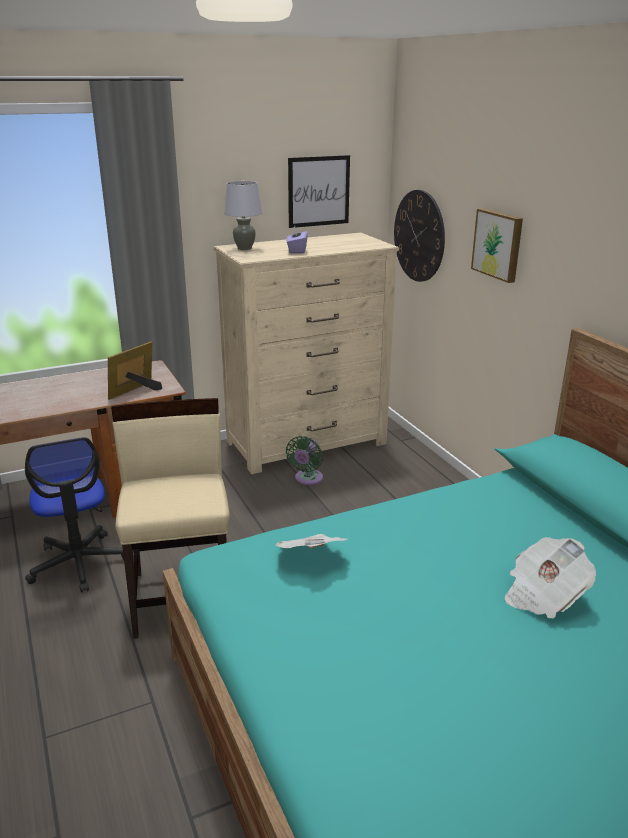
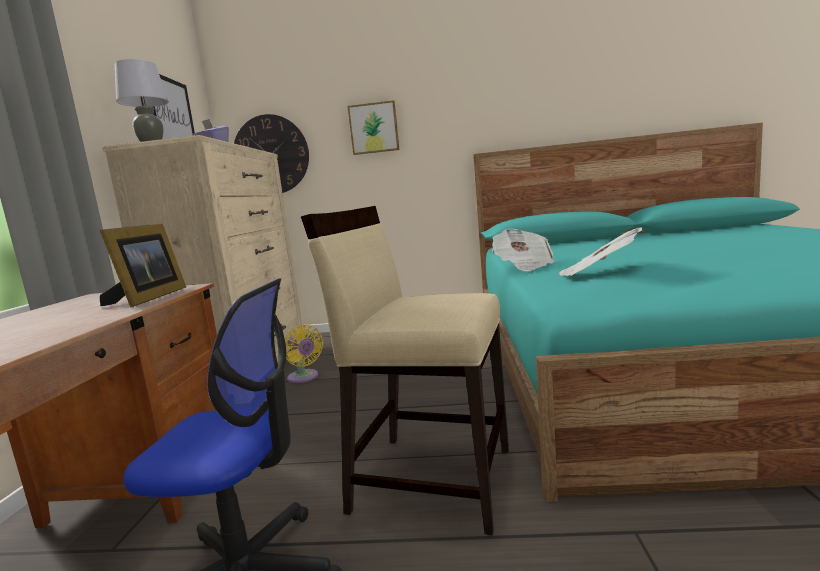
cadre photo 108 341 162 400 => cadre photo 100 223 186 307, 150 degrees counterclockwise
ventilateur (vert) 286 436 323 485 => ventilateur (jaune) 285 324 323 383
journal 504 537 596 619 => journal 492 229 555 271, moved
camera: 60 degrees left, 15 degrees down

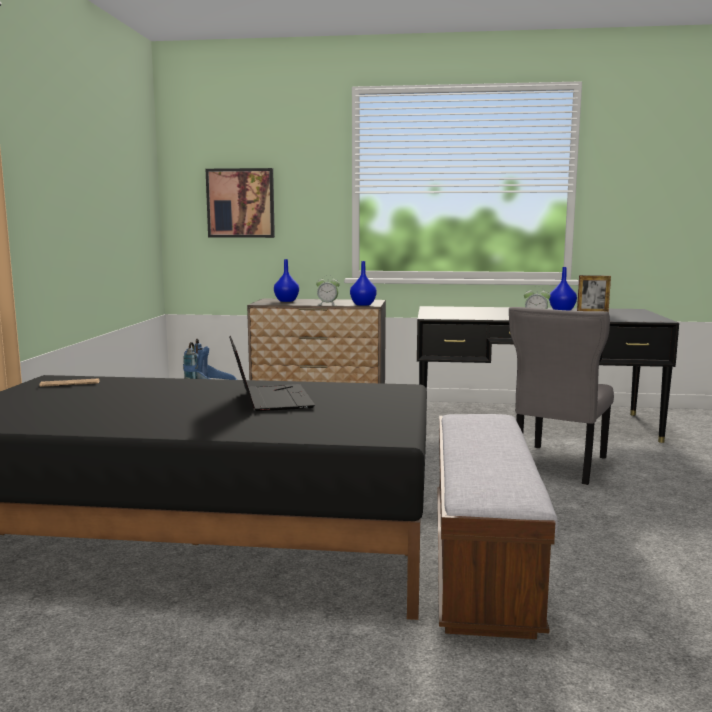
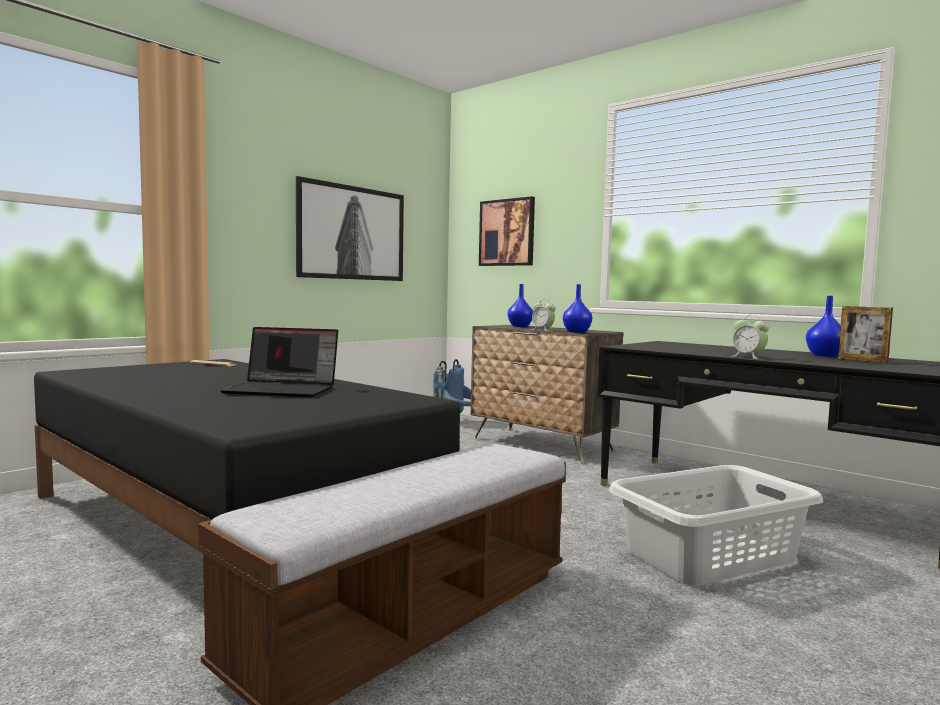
ordinateur portable 229 336 315 411 => ordinateur portable 220 327 338 397, 75 degrees clockwise
nothing => tableau 296 176 404 281
chaise (gris) 509 307 614 485 => panier à linge (gris) 609 465 823 586
camera: 35 degrees right, 5 degrees down

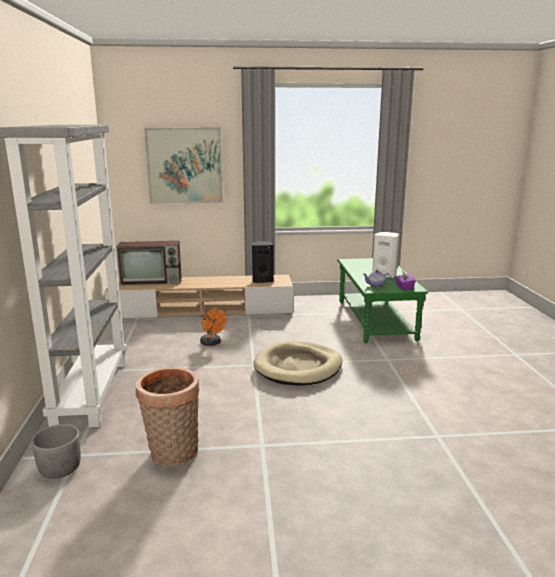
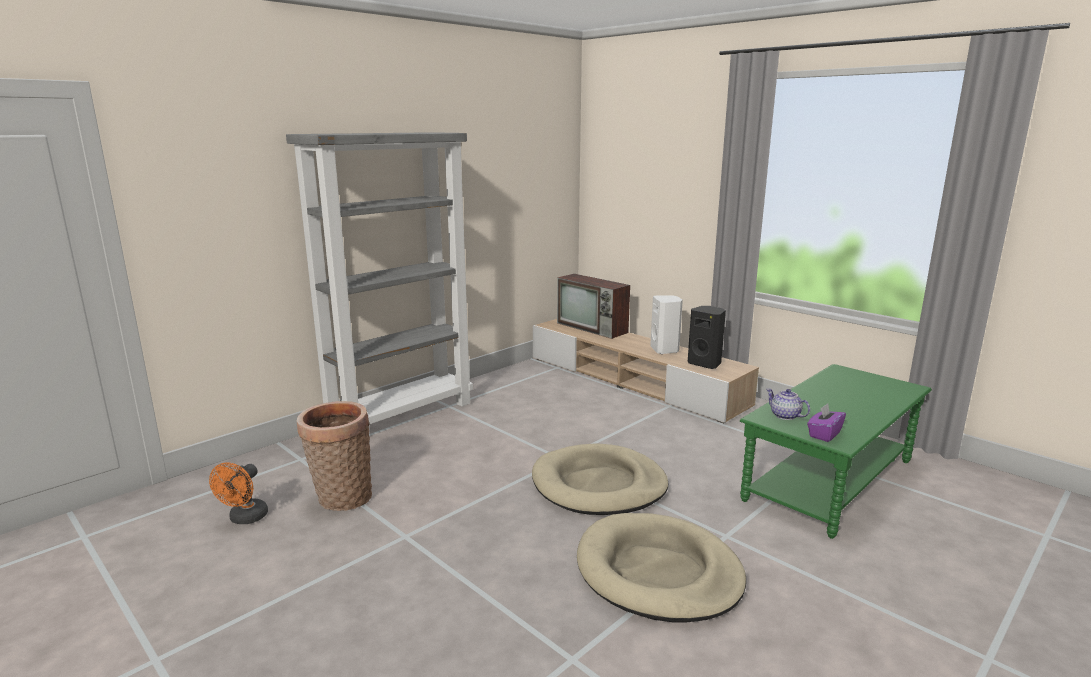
ventilateur (orange) 200 308 227 346 => ventilateur (orange) 209 462 268 524, moved
nothing => panier pour chien (beige) 577 513 746 623
enceinte (blanc) 372 232 399 278 => enceinte (blanc) 650 295 683 354, moved
cache-pot (gris) 31 424 81 479 => nothing
tableau 144 128 223 204 => nothing
camera: 50 degrees right, 0 degrees up

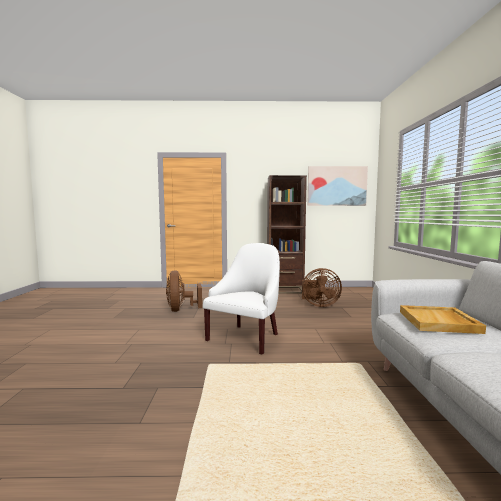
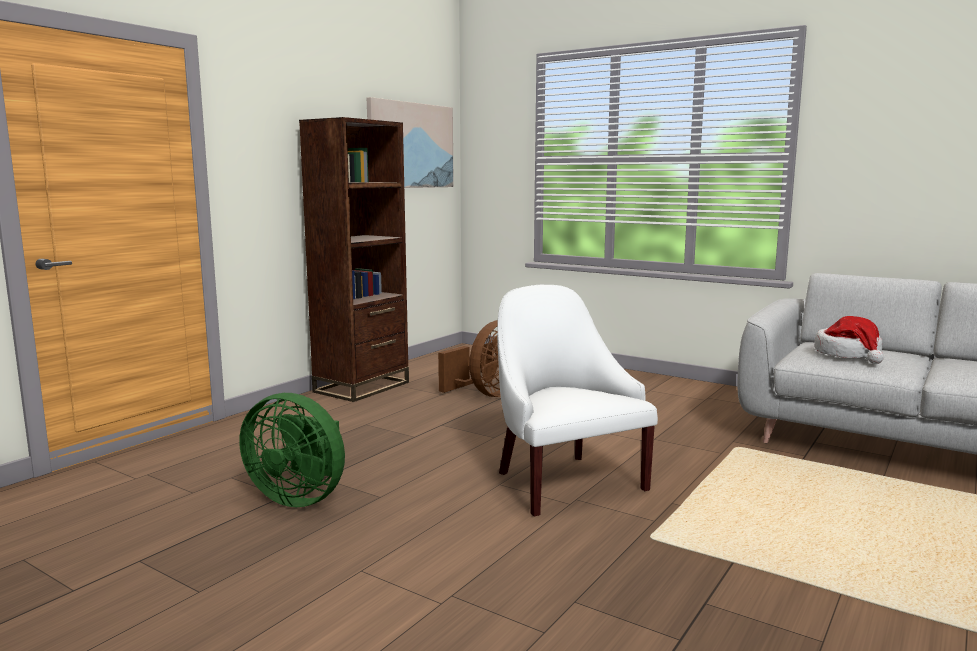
ventilateur (marron) 166 270 202 312 => ventilateur (vert) 239 393 345 507
plateau (beige) 400 305 486 334 => chapeau 814 316 884 364
camera: 55 degrees left, 5 degrees up

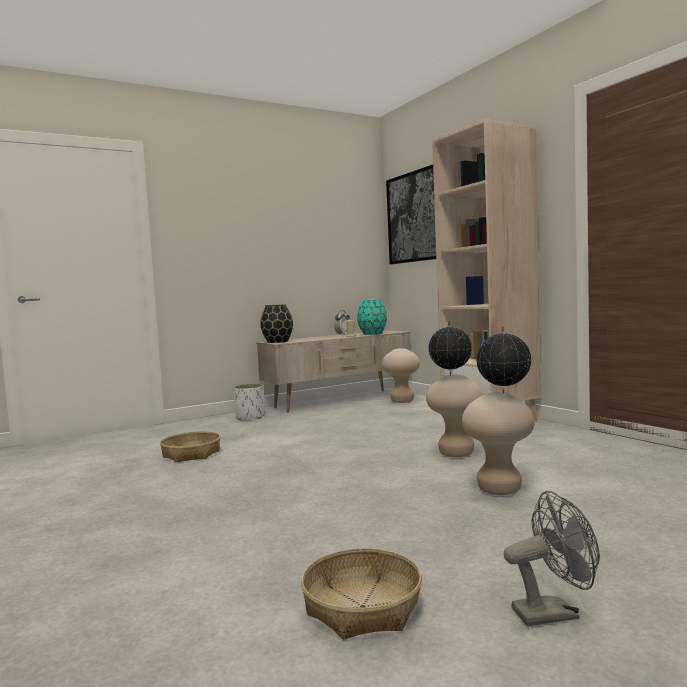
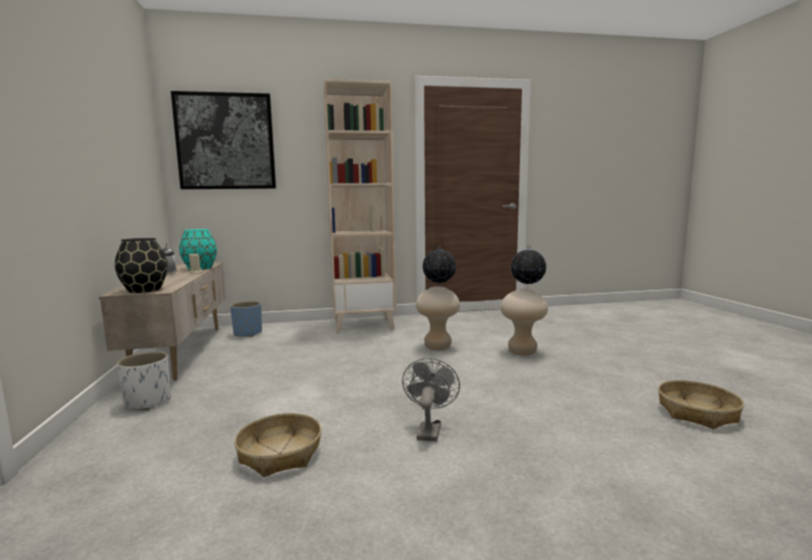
tabouret (beige) 382 348 420 403 => cache-pot (bleu) 230 301 262 337
ventilateur (gris) 504 491 600 626 => ventilateur (gris) 402 358 460 442, moved
camera: 70 degrees left, 5 degrees up

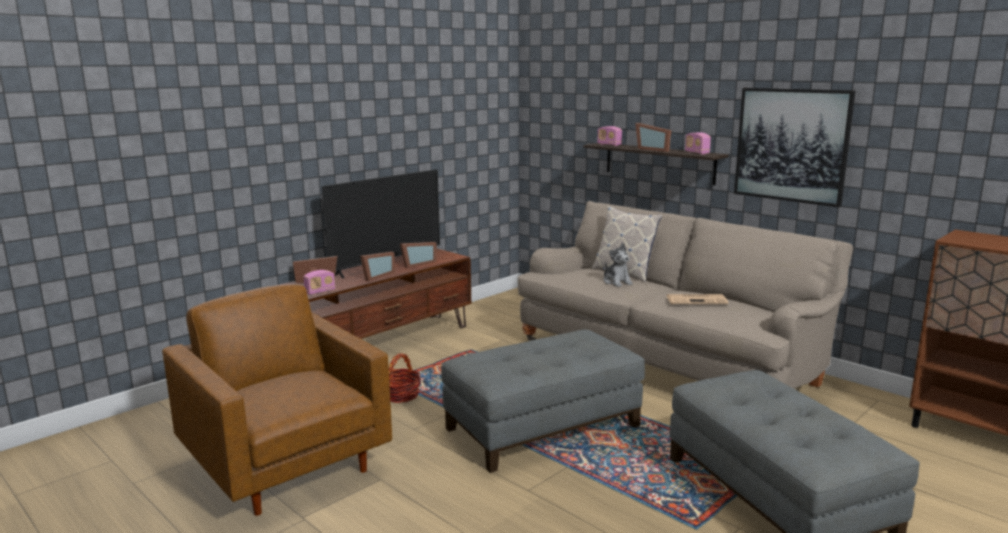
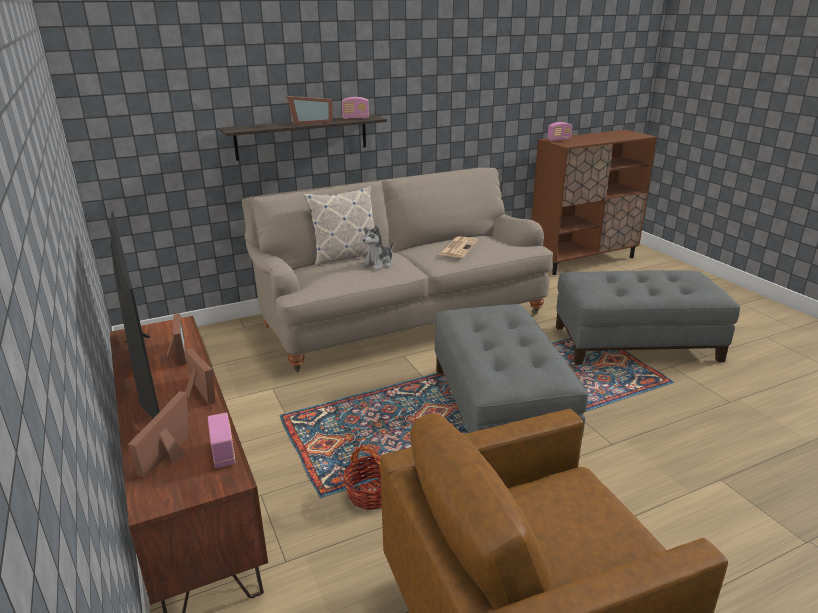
peluche 603 243 633 287 => peluche 362 225 393 270, 135 degrees clockwise
radio 597 126 622 146 => radio 547 122 572 141, moved
tableau 734 88 856 208 => nothing
camera: 70 degrees left, 10 degrees up

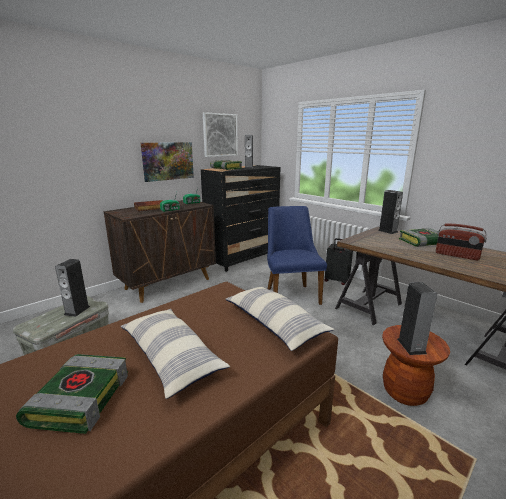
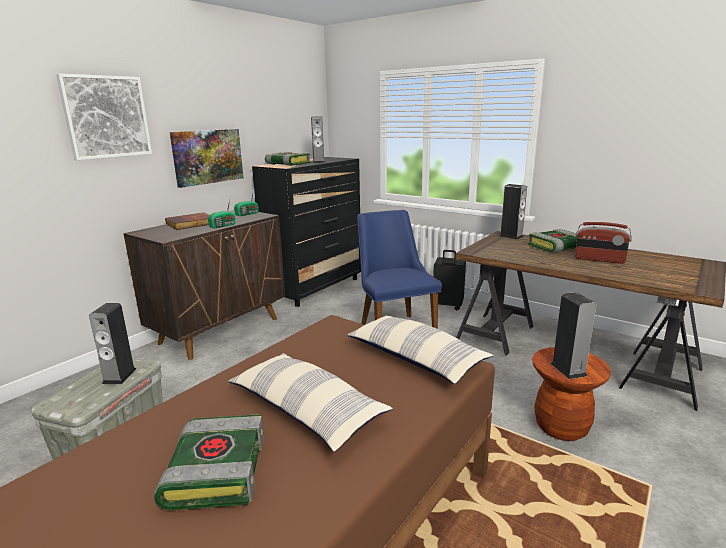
tableau 203 112 238 157 => tableau 56 73 152 160, moved
camera: 10 degrees left, 0 degrees up

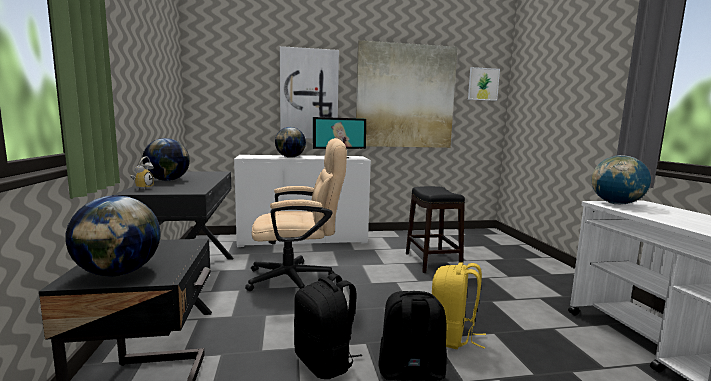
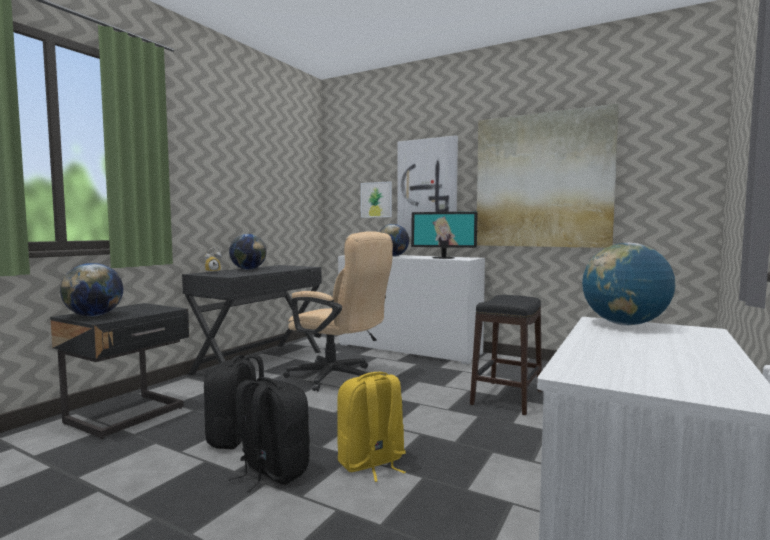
tableau 468 67 500 101 => tableau 361 181 392 218, moved
camera: 40 degrees right, 5 degrees down

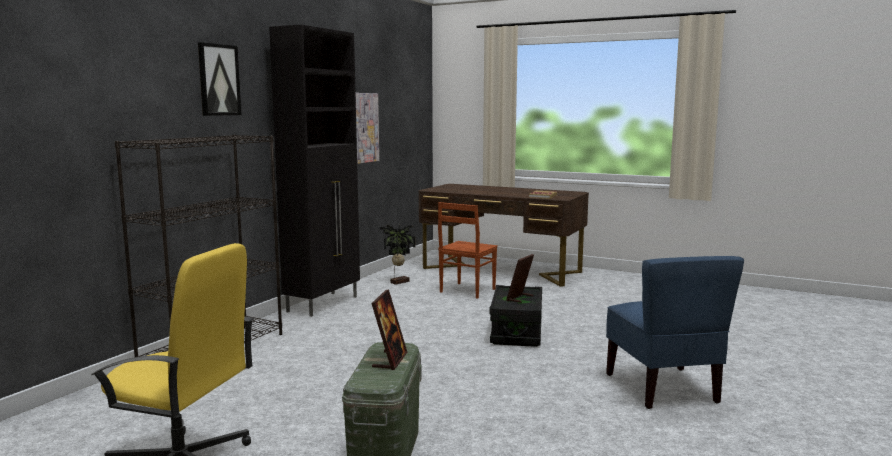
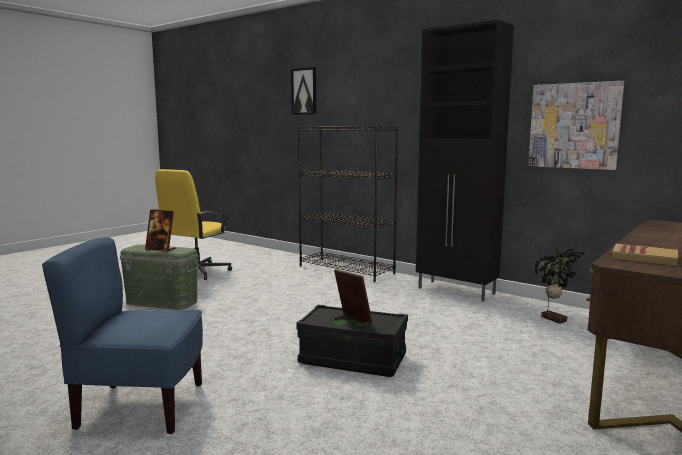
tableau 198 42 241 116 => tableau 291 67 317 115, moved
chaise (marron) 438 202 498 299 => nothing
camera: 100 degrees right, 0 degrees up

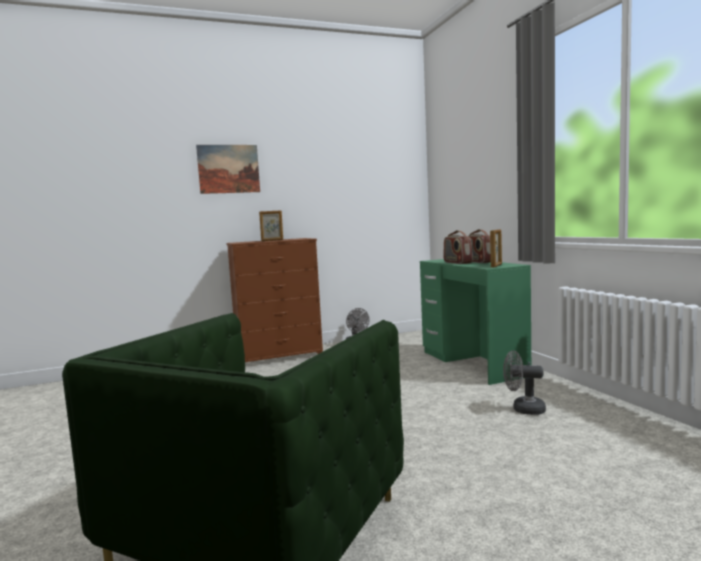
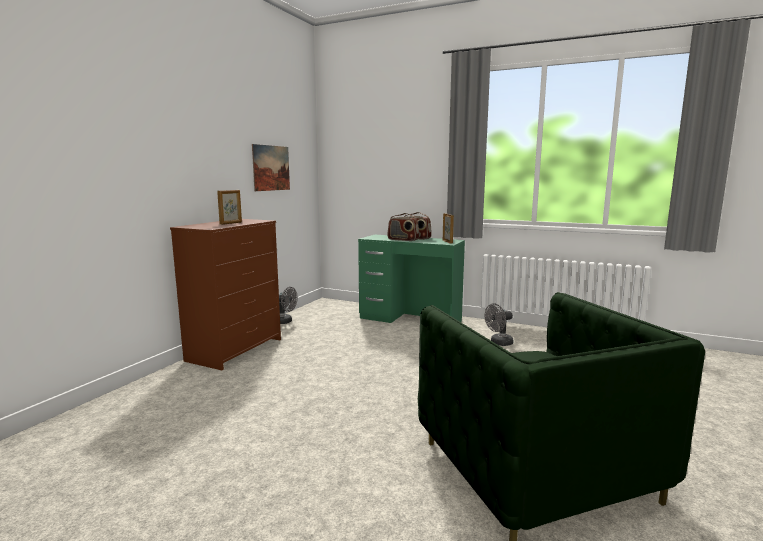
tableau 196 145 260 194 => tableau 252 144 290 191, moved
camera: 45 degrees left, 5 degrees up

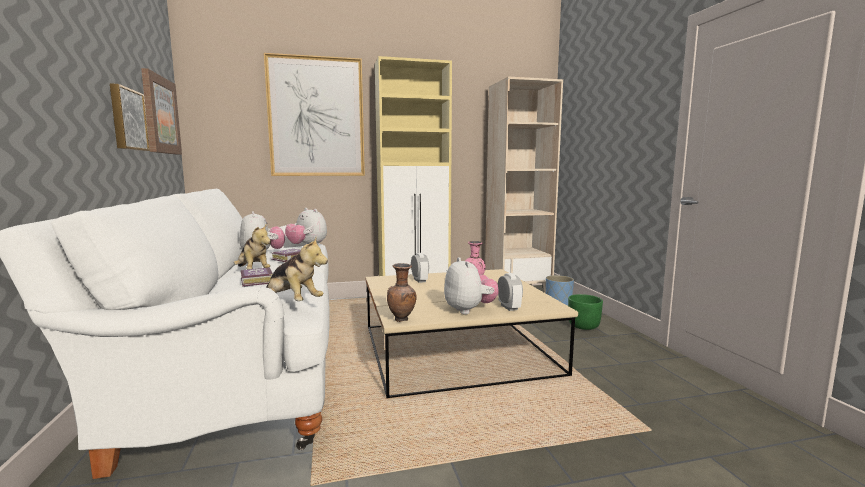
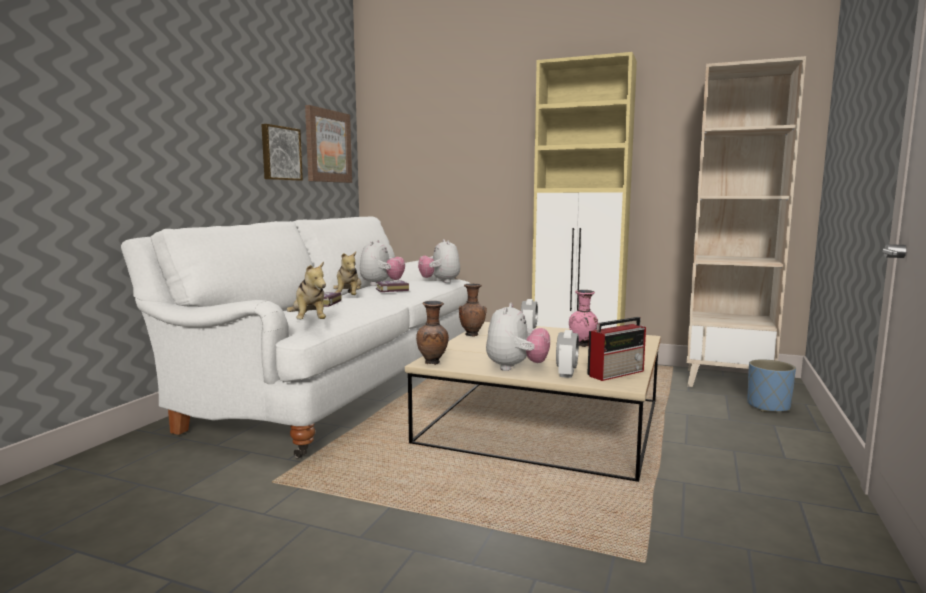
nothing => vase (marron) 459 284 487 337
nothing => radio 587 317 646 381
tableau 264 53 365 176 => nothing
cache-pot (vert) 568 294 603 330 => nothing
camera: 35 degrees right, 0 degrees up

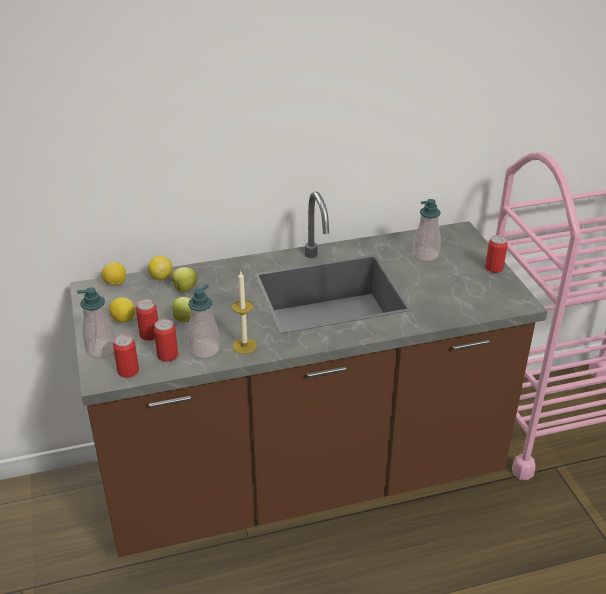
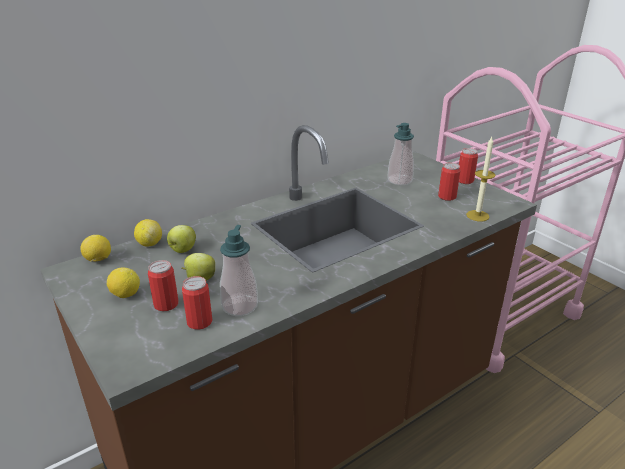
boîte métallique 113 334 139 378 => boîte métallique 438 163 461 201, moved
bougie 232 272 257 354 => bougie 466 137 496 221, moved
distributeur de savon 77 287 115 357 => nothing
camera: 20 degrees left, 5 degrees down

